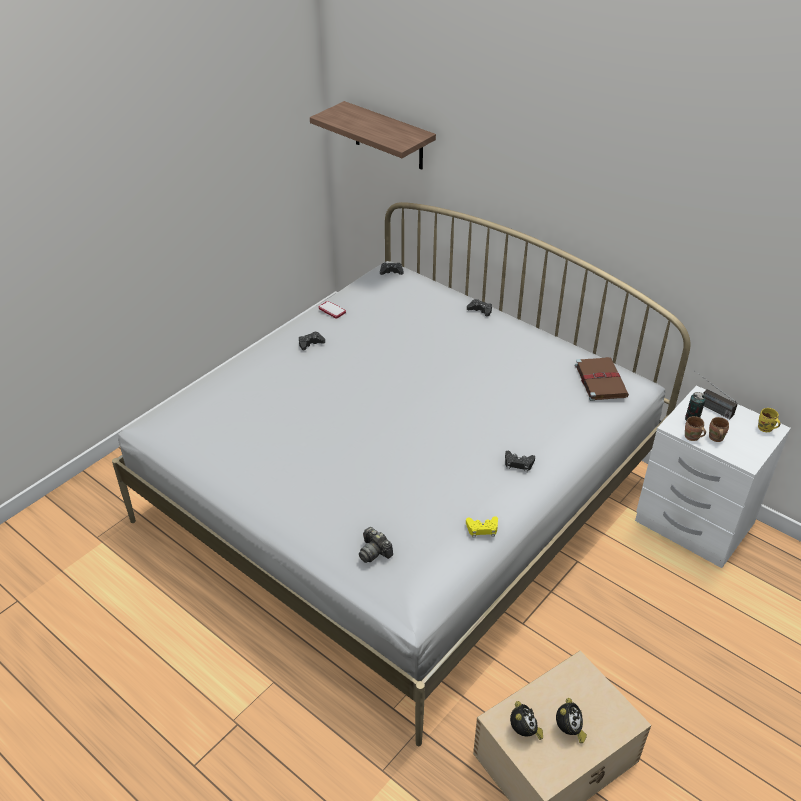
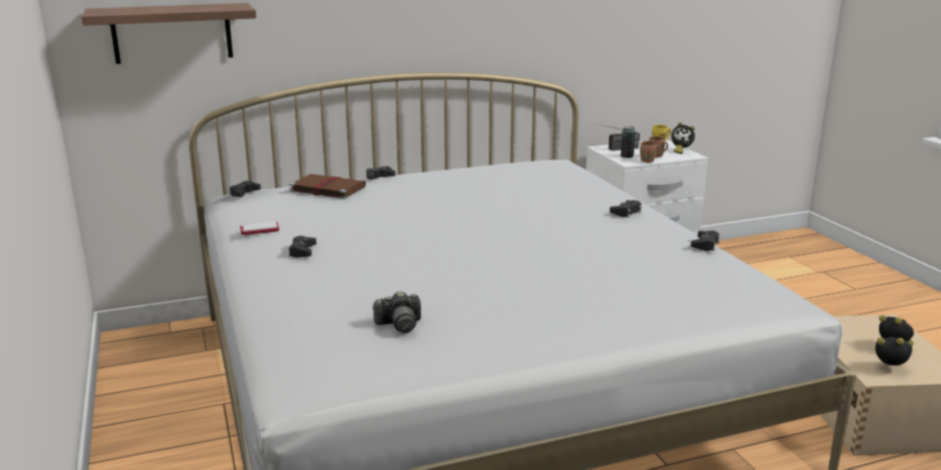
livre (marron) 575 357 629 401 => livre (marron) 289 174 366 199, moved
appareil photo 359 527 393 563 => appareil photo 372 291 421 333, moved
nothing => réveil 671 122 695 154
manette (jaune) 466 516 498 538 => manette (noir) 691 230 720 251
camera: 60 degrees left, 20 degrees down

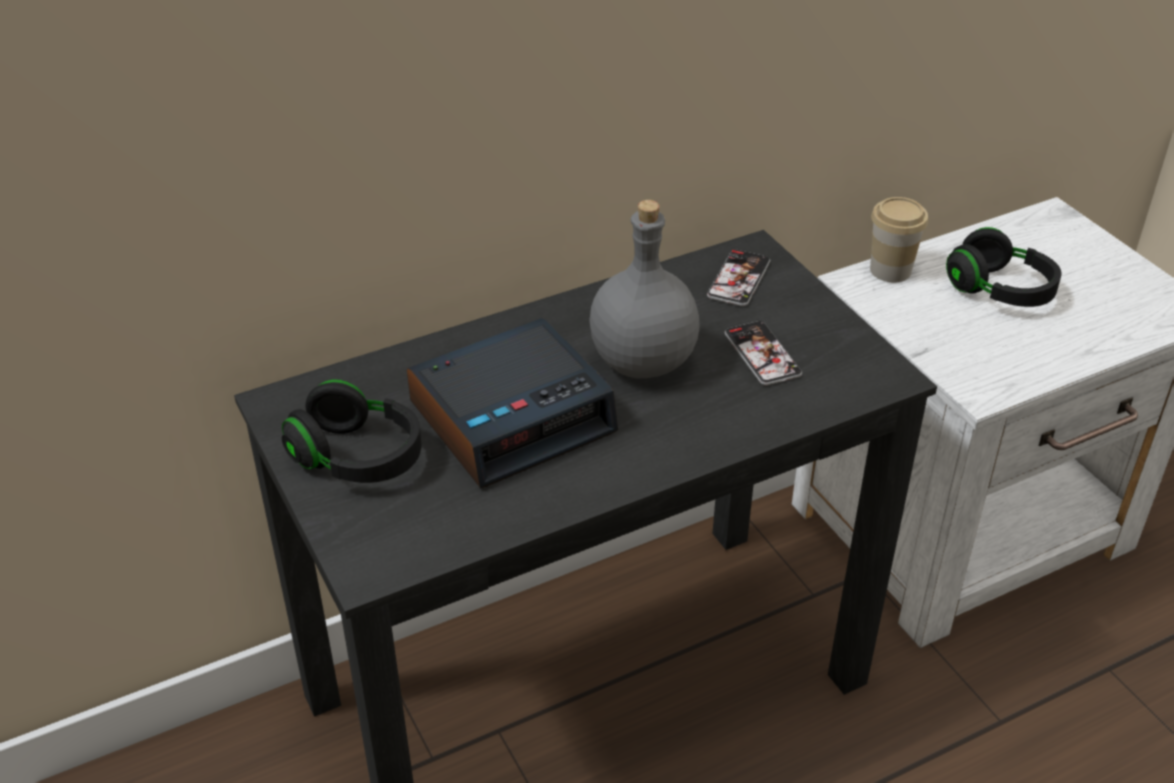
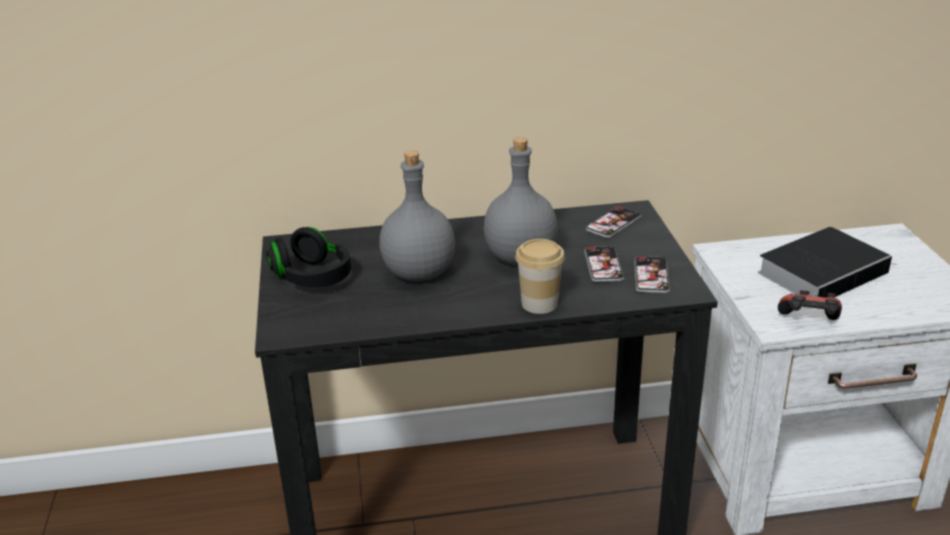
réveil 407 318 618 488 => bouteille (gris) 379 151 455 281
tasse 870 197 928 282 => tasse 515 239 565 314, moved
nothing => téléphone 634 256 670 293
casque audio (noir) 946 227 1061 307 => livre 758 227 898 298
nothing => manette 778 290 842 320
camera: 20 degrees right, 10 degrees down

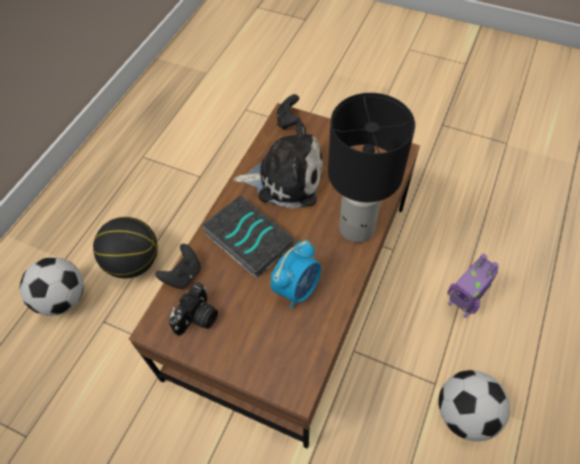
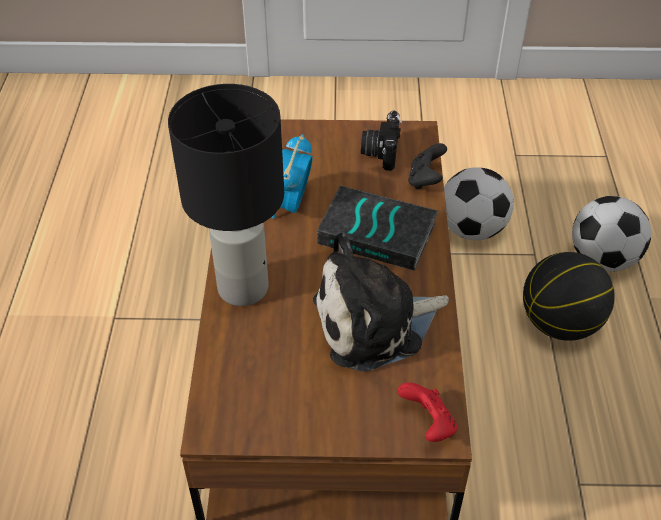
manette (noir) 277 94 301 129 => manette (rouge) 398 382 457 442
ballon de foot 438 370 510 441 => ballon de foot 444 167 514 240, moved
robot jouet 447 254 499 318 => nothing
camera: 155 degrees right, 10 degrees down

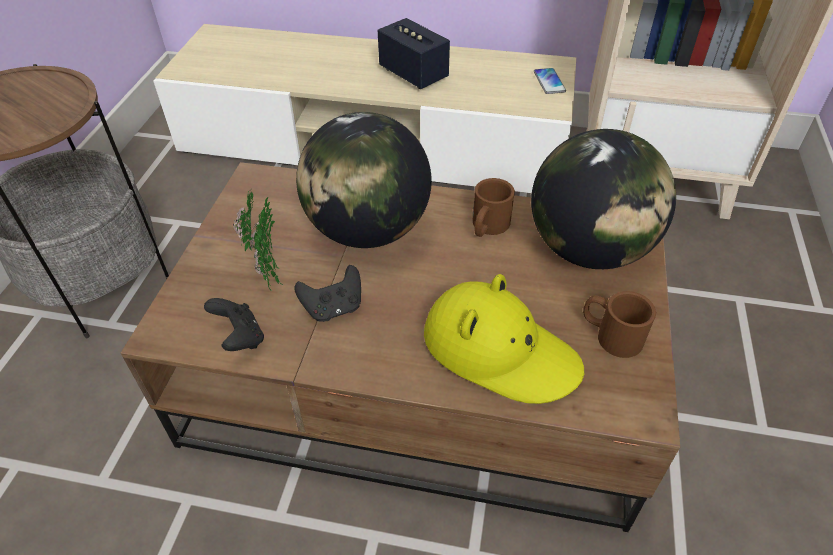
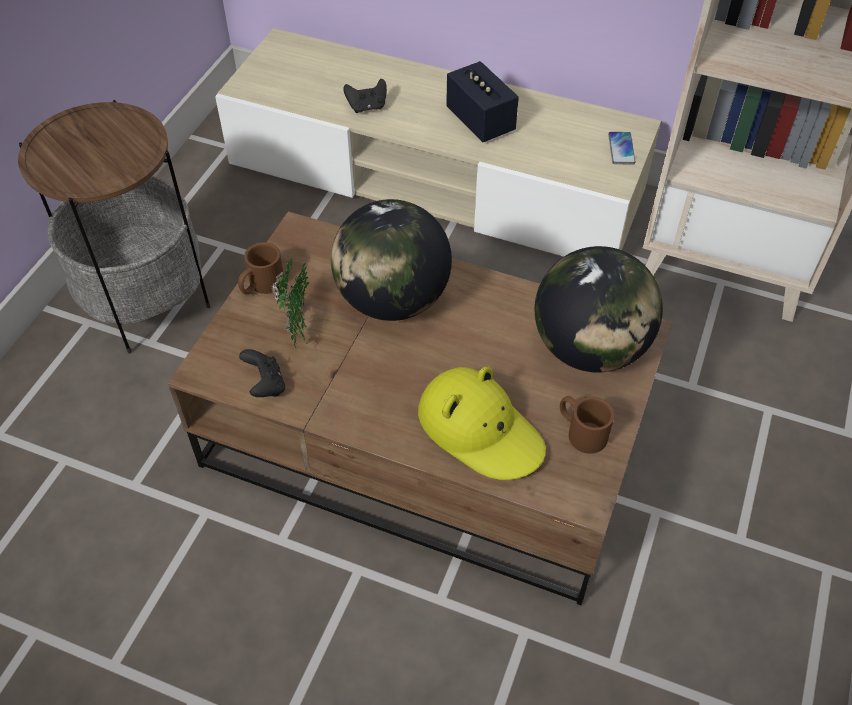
mug (marron) 473 178 515 237 => mug (marron) 238 242 284 295, moved
manette (noir) 294 265 361 322 => manette (noir) 343 79 387 113, moved
camera: 10 degrees right, 5 degrees up

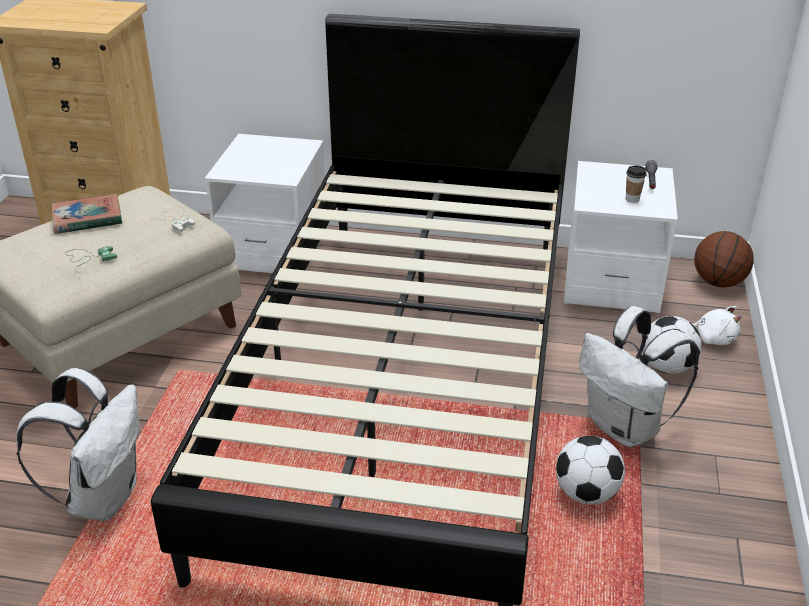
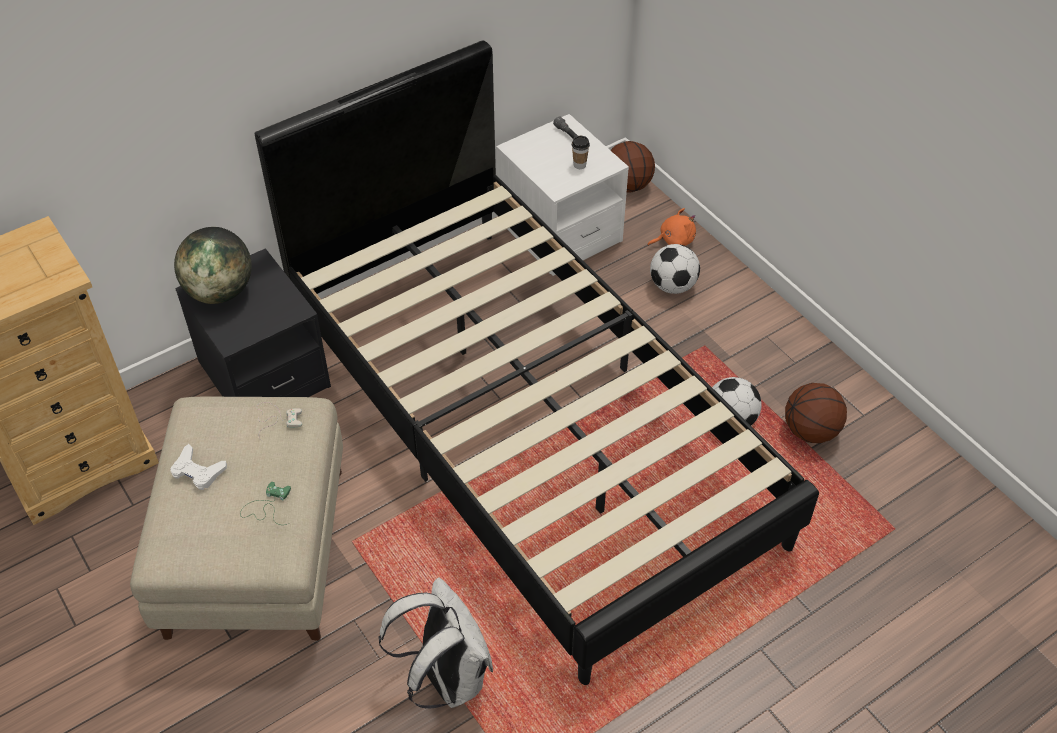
livre 52 193 122 234 => manette (blanc) 170 444 227 490
nothing => globe 174 227 252 304
table de chevet (blanc) 205 134 328 273 => table de chevet (noir) 175 248 331 397
peluche (blanc) 693 306 742 345 => peluche (orange) 647 208 696 246
nothing => ballon de basket 785 383 847 443
sac à dos (blanc) 579 306 699 447 => nothing
camera: 45 degrees left, 15 degrees up

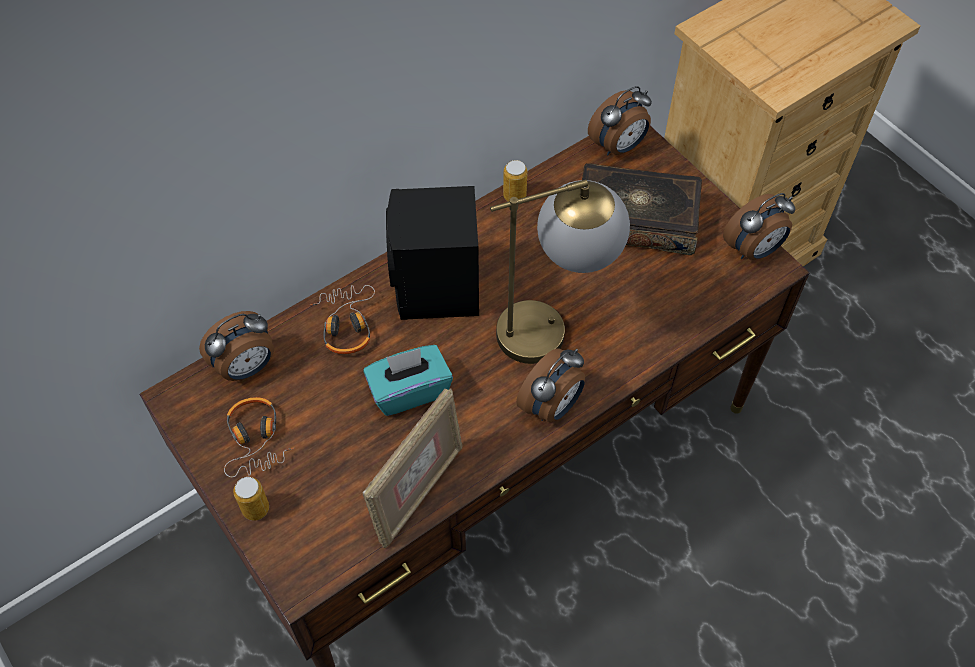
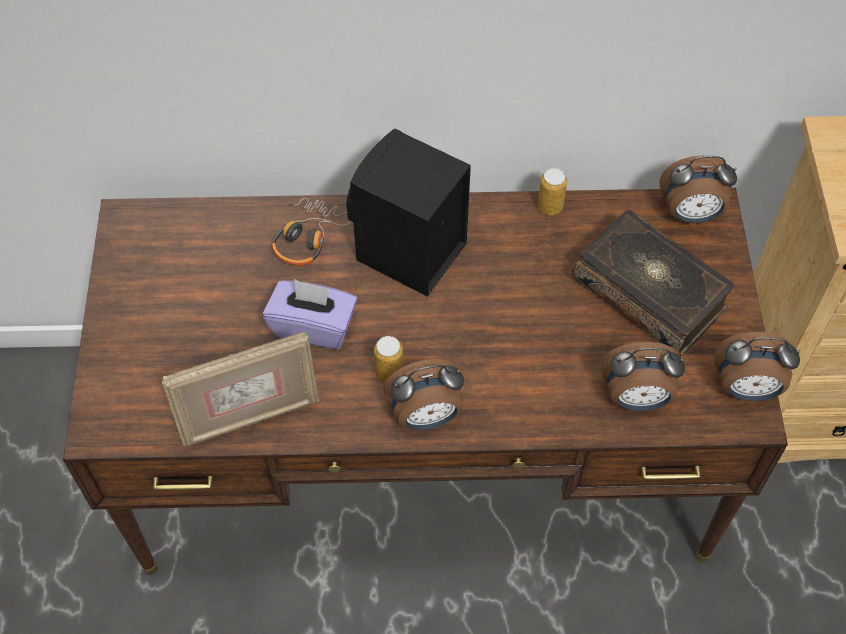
boîte à mouchoirs (turquoise) 363 345 453 416 => boîte à mouchoirs (violet) 263 279 358 349
boîte métallique 233 477 269 521 => boîte métallique 374 336 403 383, moved
réveil 199 311 274 381 => réveil 602 342 685 411, moved
casque audio 224 397 295 477 => nothing
lampe de table 490 180 630 364 => nothing
camera: 35 degrees right, 0 degrees up

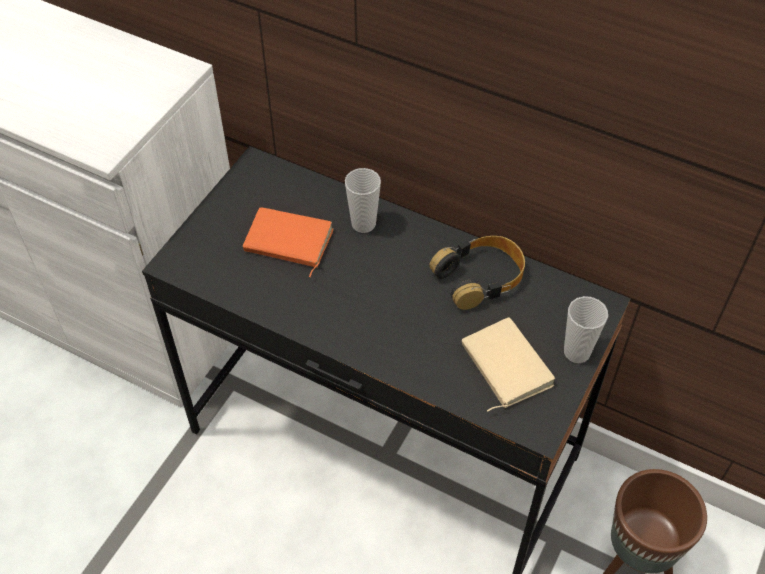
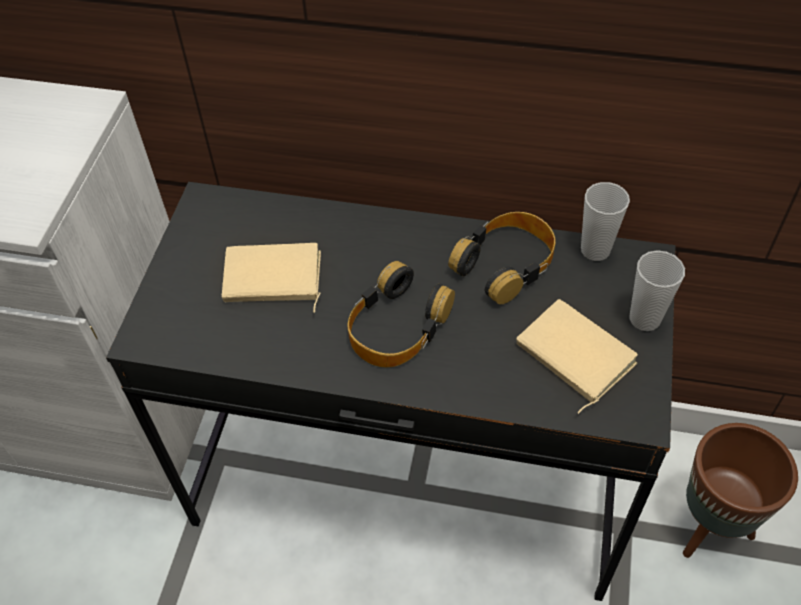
livre (orange) 243 207 334 277 => livre (beige) 221 243 321 312
nothing => casque audio 347 261 455 367
tasse 345 168 381 233 => tasse 581 182 630 261, moved
camera: 15 degrees left, 0 degrees up

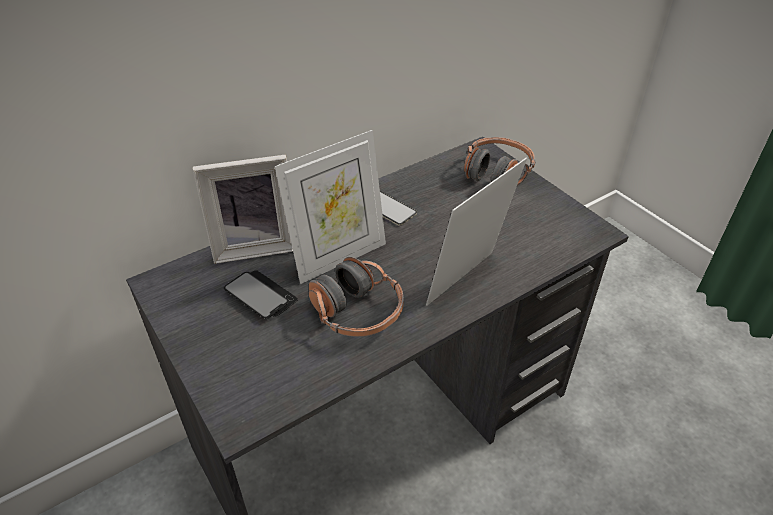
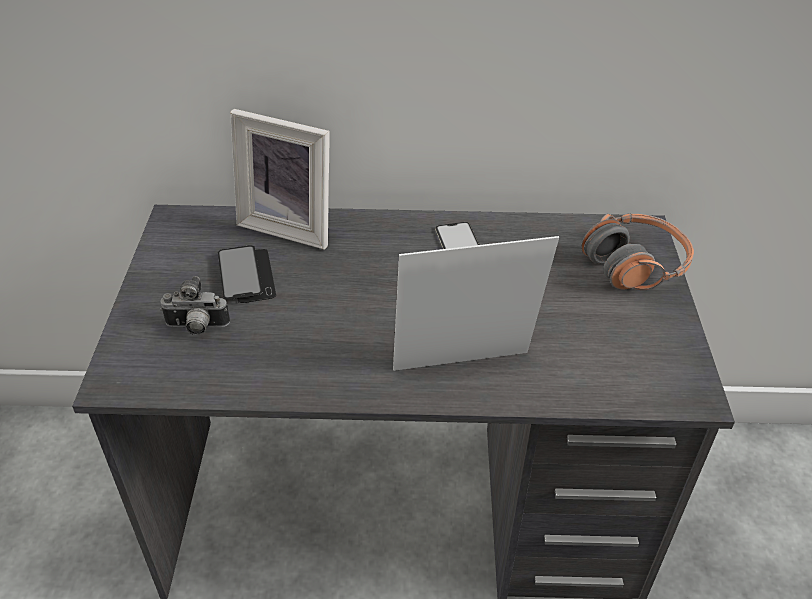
nothing => appareil photo 160 276 230 335
cadre photo 275 130 386 284 => nothing
casque audio 309 257 404 337 => nothing
camera: 35 degrees right, 0 degrees up

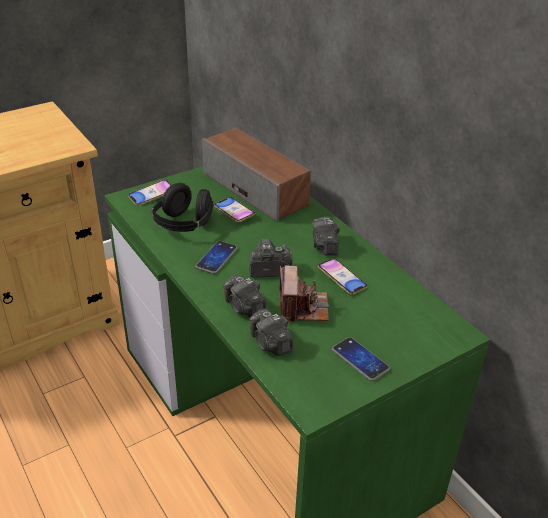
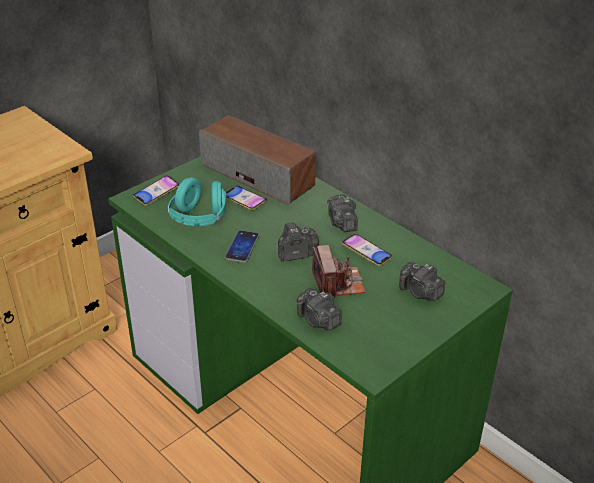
casque audio (noir) 151 183 214 232 => casque audio (turquoise) 168 177 226 226
appareil photo 223 275 266 317 => appareil photo 399 262 445 301, moved
téléphone 332 337 390 381 => nothing
camera: 10 degrees left, 0 degrees up

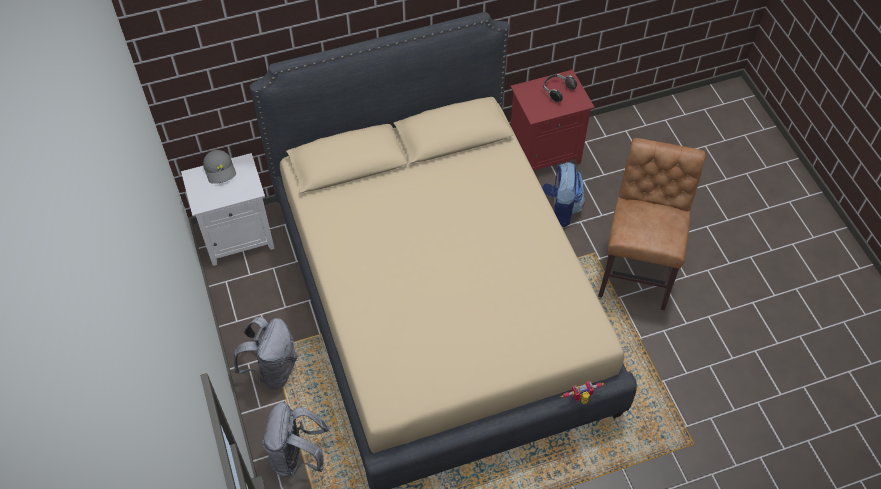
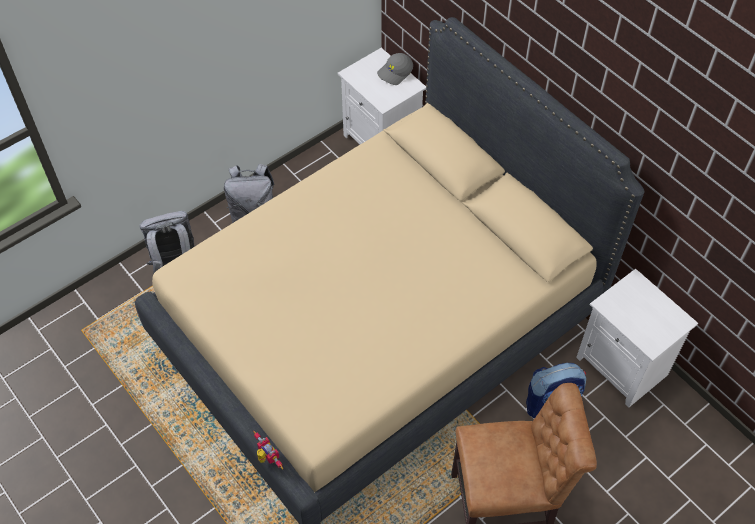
table de chevet (rouge) 510 70 595 171 => table de chevet (blanc) 576 269 698 407
casque audio 543 74 577 102 => nothing
camera: 70 degrees right, 0 degrees up

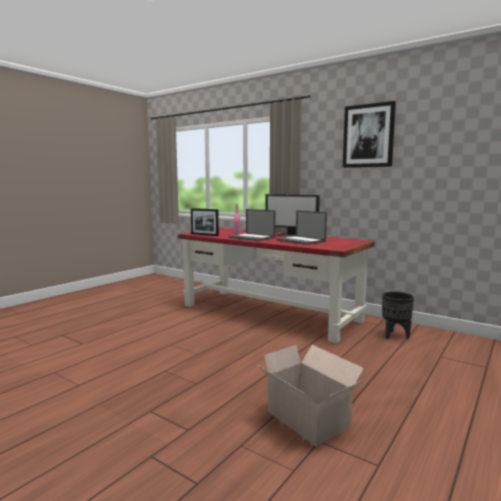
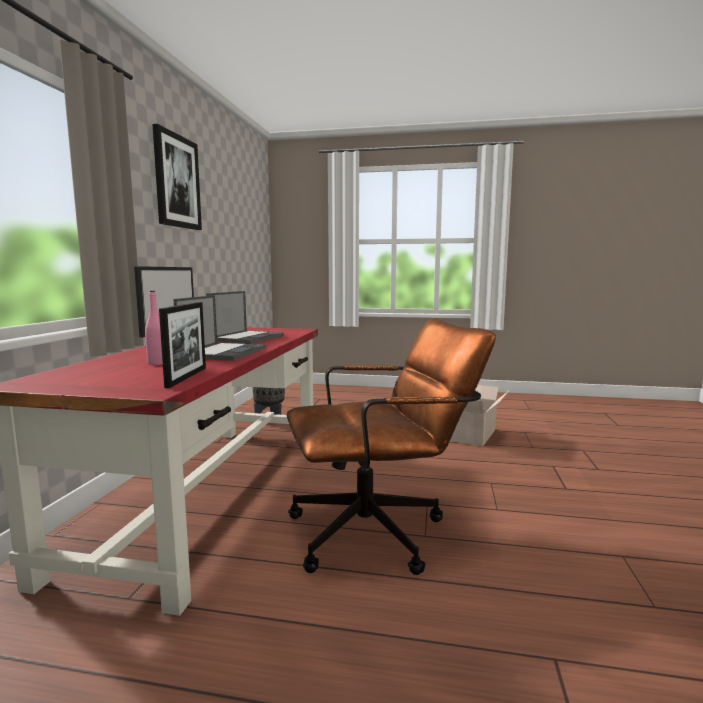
nothing => chaise de bureau (marron) 287 318 496 575
camera: 115 degrees left, 0 degrees up

